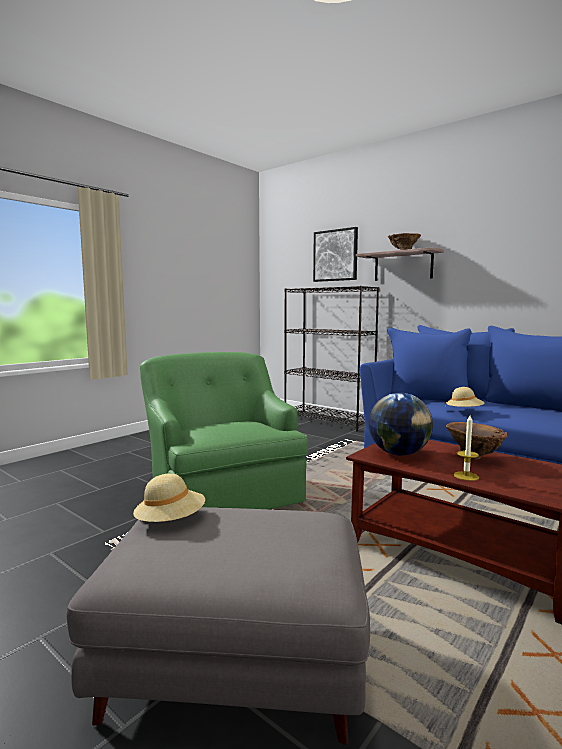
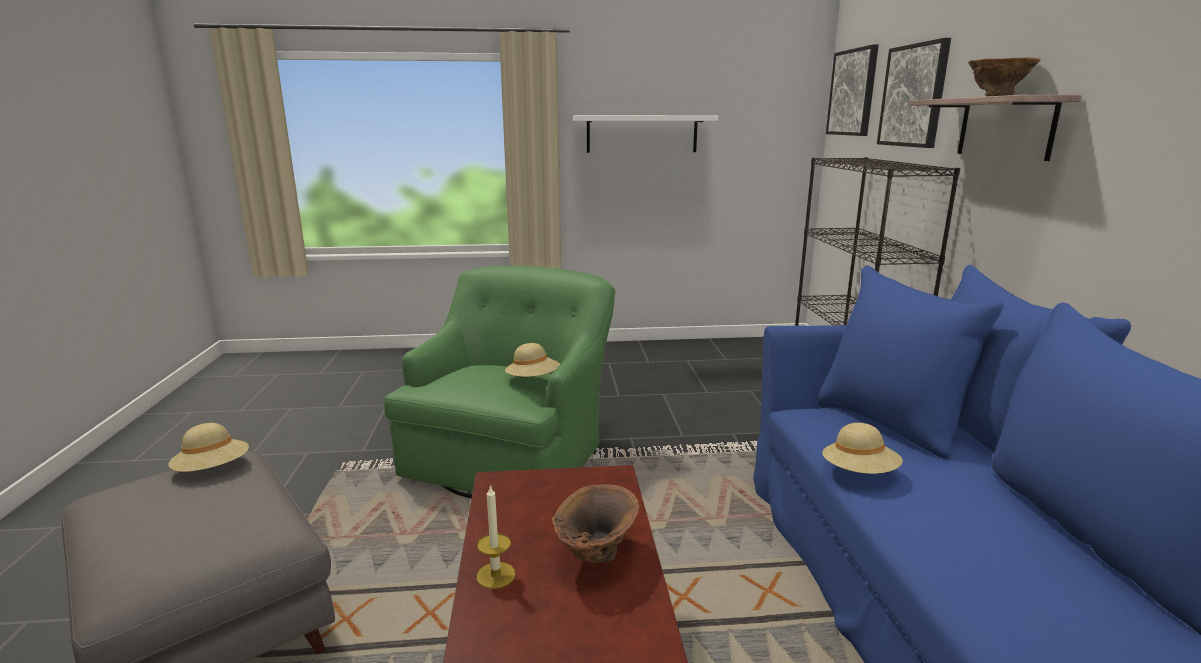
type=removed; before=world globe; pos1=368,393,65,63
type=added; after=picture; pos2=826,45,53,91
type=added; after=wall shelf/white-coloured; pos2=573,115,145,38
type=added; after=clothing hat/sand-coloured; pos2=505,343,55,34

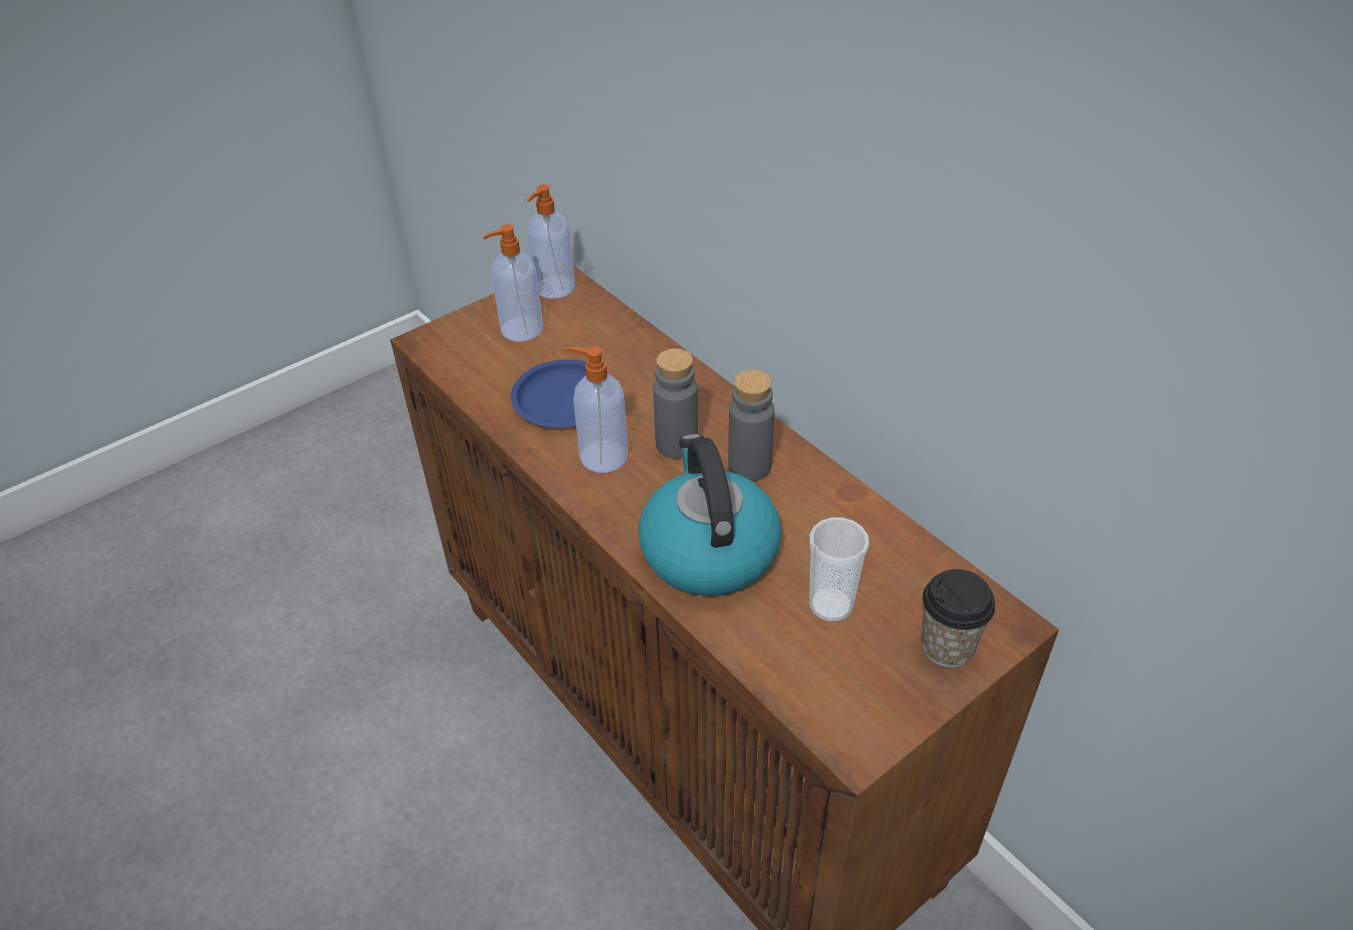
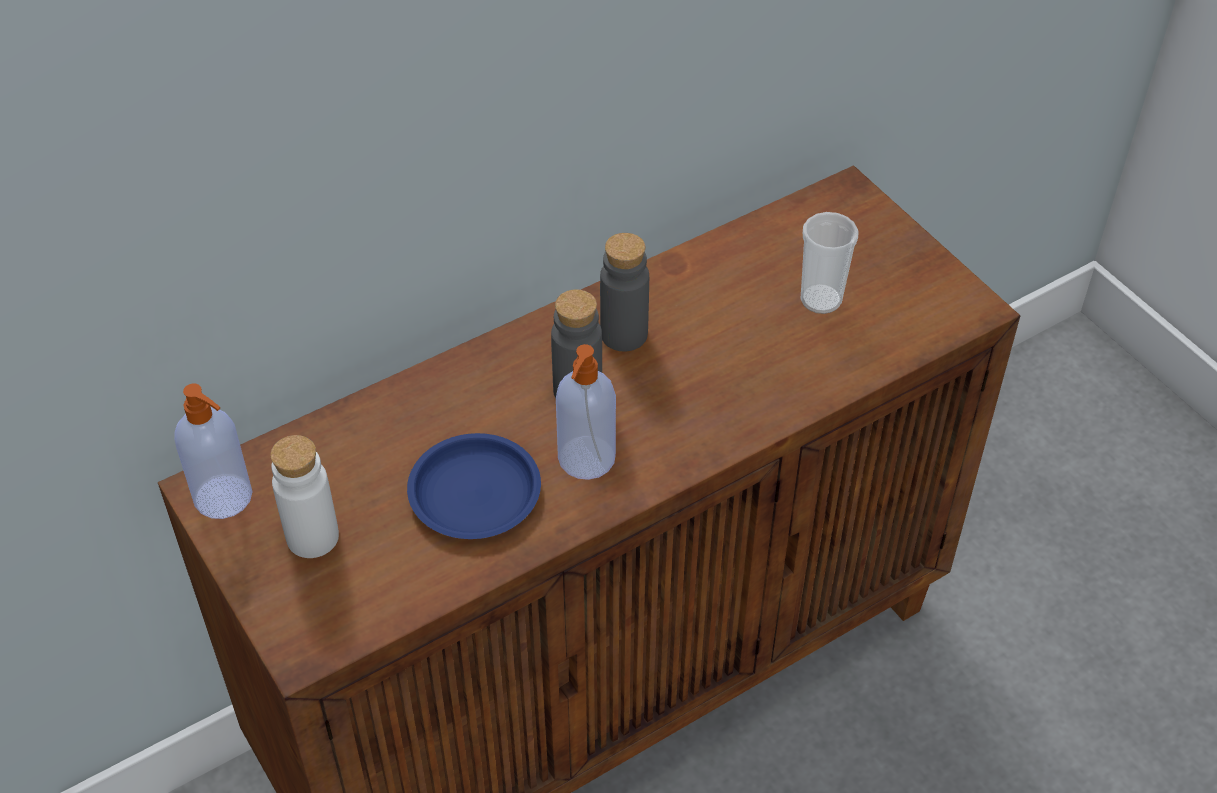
type=replaced; before=soap bottle; after=beverage bottle/white-coloured; pos1=483,224,60,118; pos2=270,435,69,123
type=removed; before=tea kettle; pos1=638,434,144,162
type=removed; before=small cup; pos1=921,569,74,99

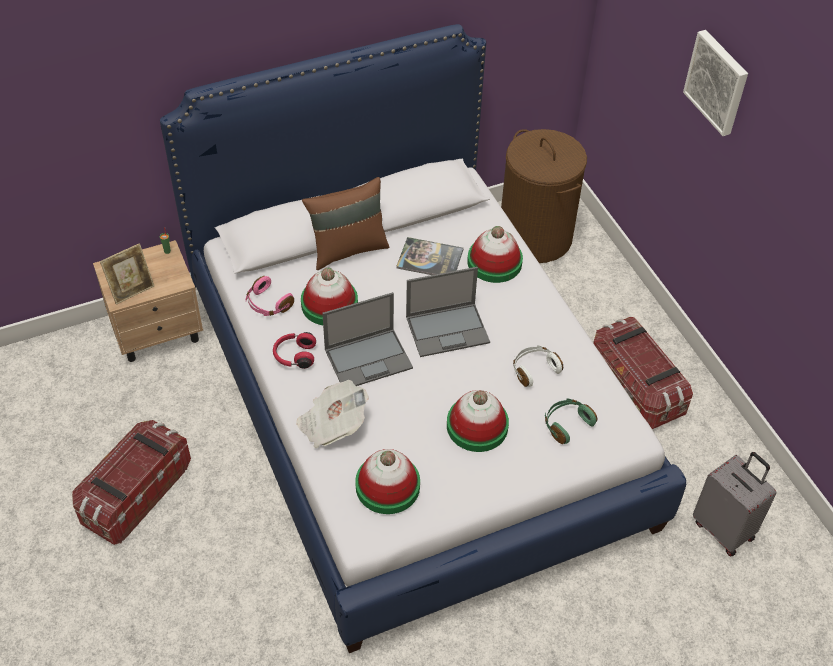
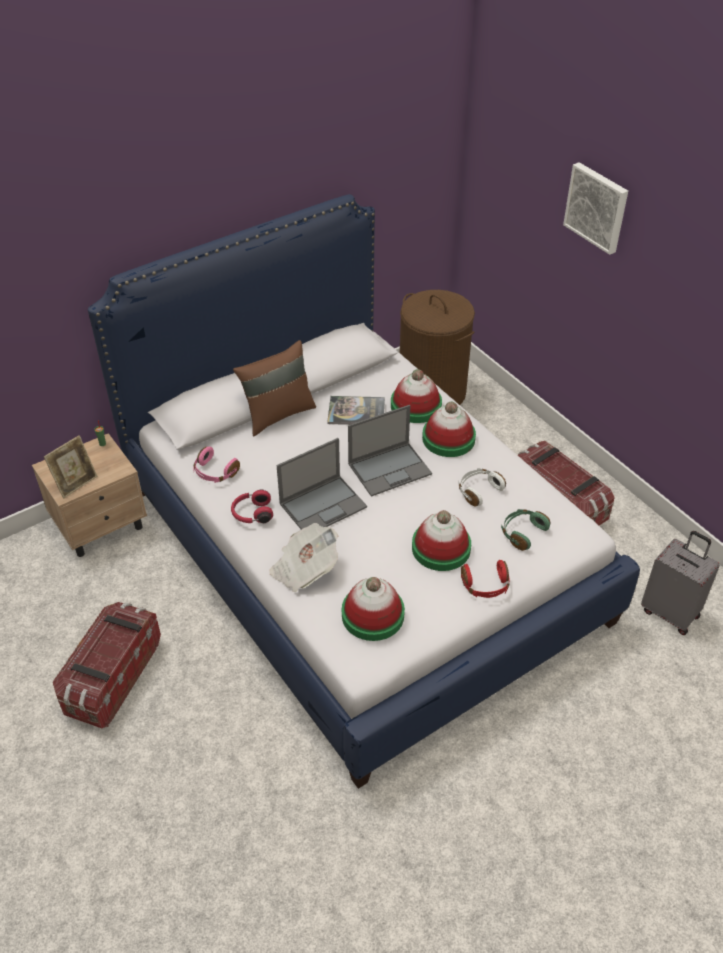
type=moved; before=clothing hat; pos1=301,268,57,57; pos2=422,402,54,55
type=added; after=headset/red-coloured; pos2=461,560,49,38

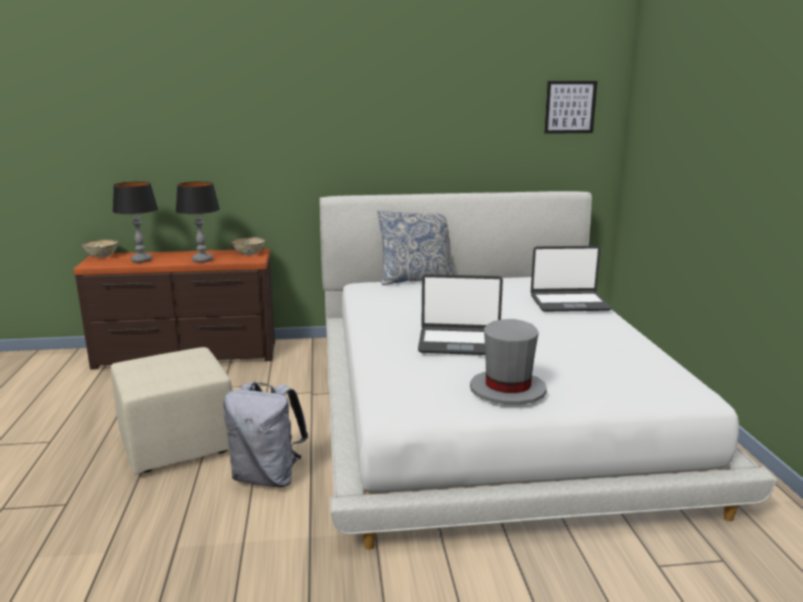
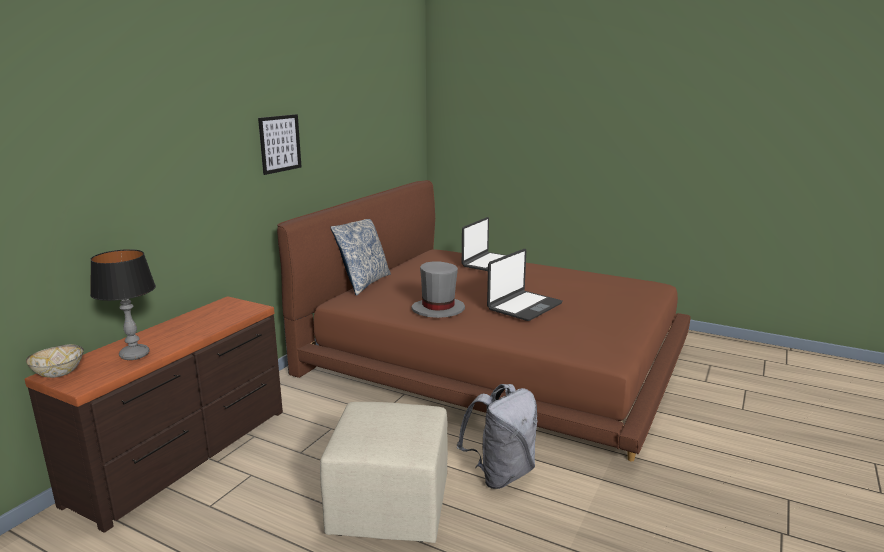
type=moved; before=picture; pos1=544,81,53,53; pos2=258,114,44,61
type=removed; before=lamp for a table; pos1=175,181,45,82
type=recoloured; before=bedroom bed/white-coloured; after=bedroom bed/brown; pos1=320,191,457,359; pos2=277,180,414,282
type=removed; before=deep dish; pos1=231,237,34,18
type=moved; before=clothing hat/gray; pos1=470,319,77,86; pos2=411,261,54,57

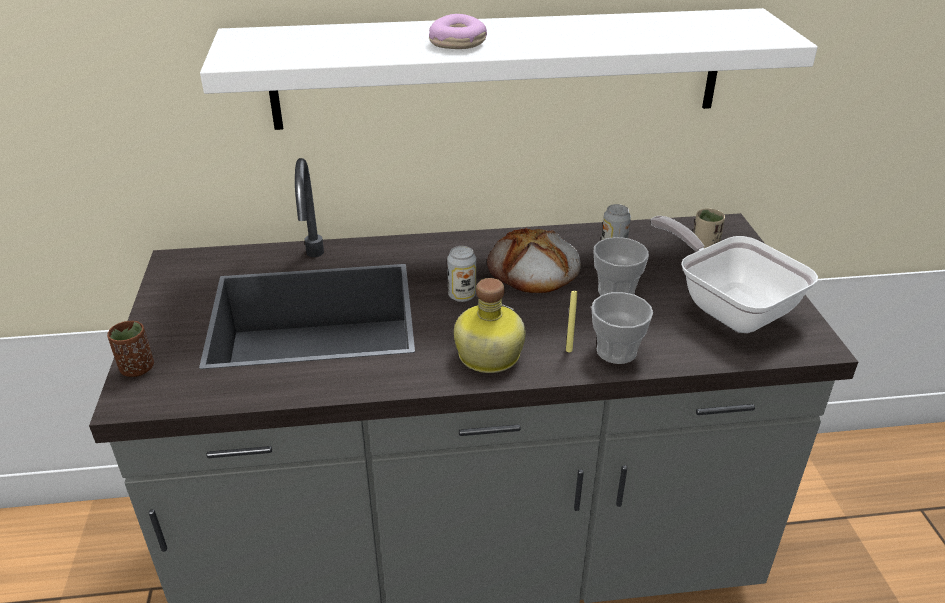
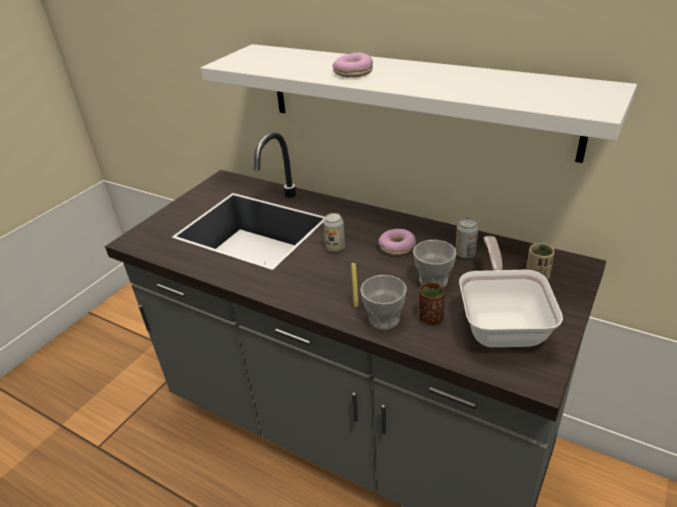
type=replaced; before=bakery bread; after=ring doughnut; pos1=487,228,94,65; pos2=379,229,37,26
type=removed; before=beverage bottle; pos1=454,278,72,95
type=moved; before=small cup/brown; pos1=107,321,47,56; pos2=419,282,26,42

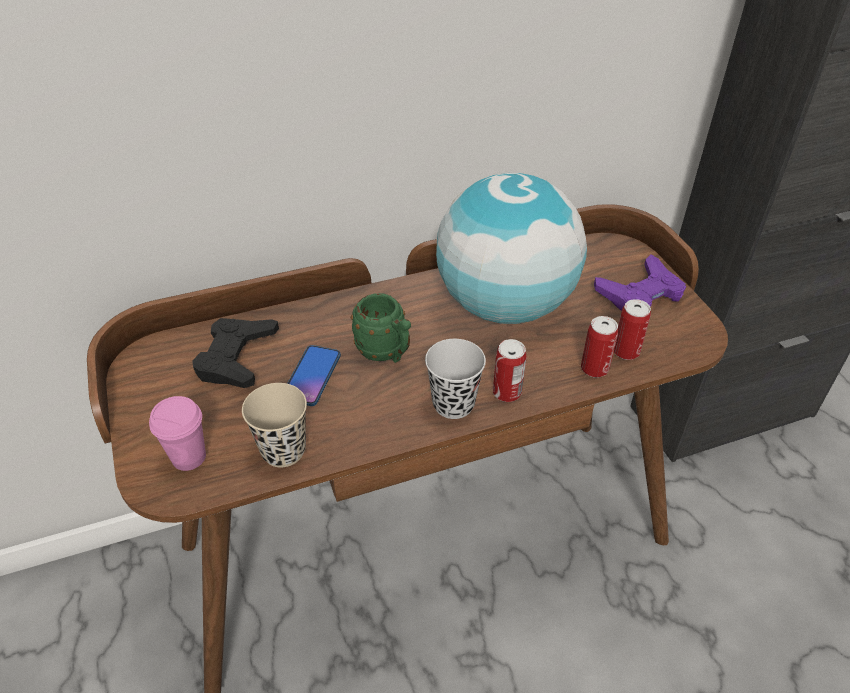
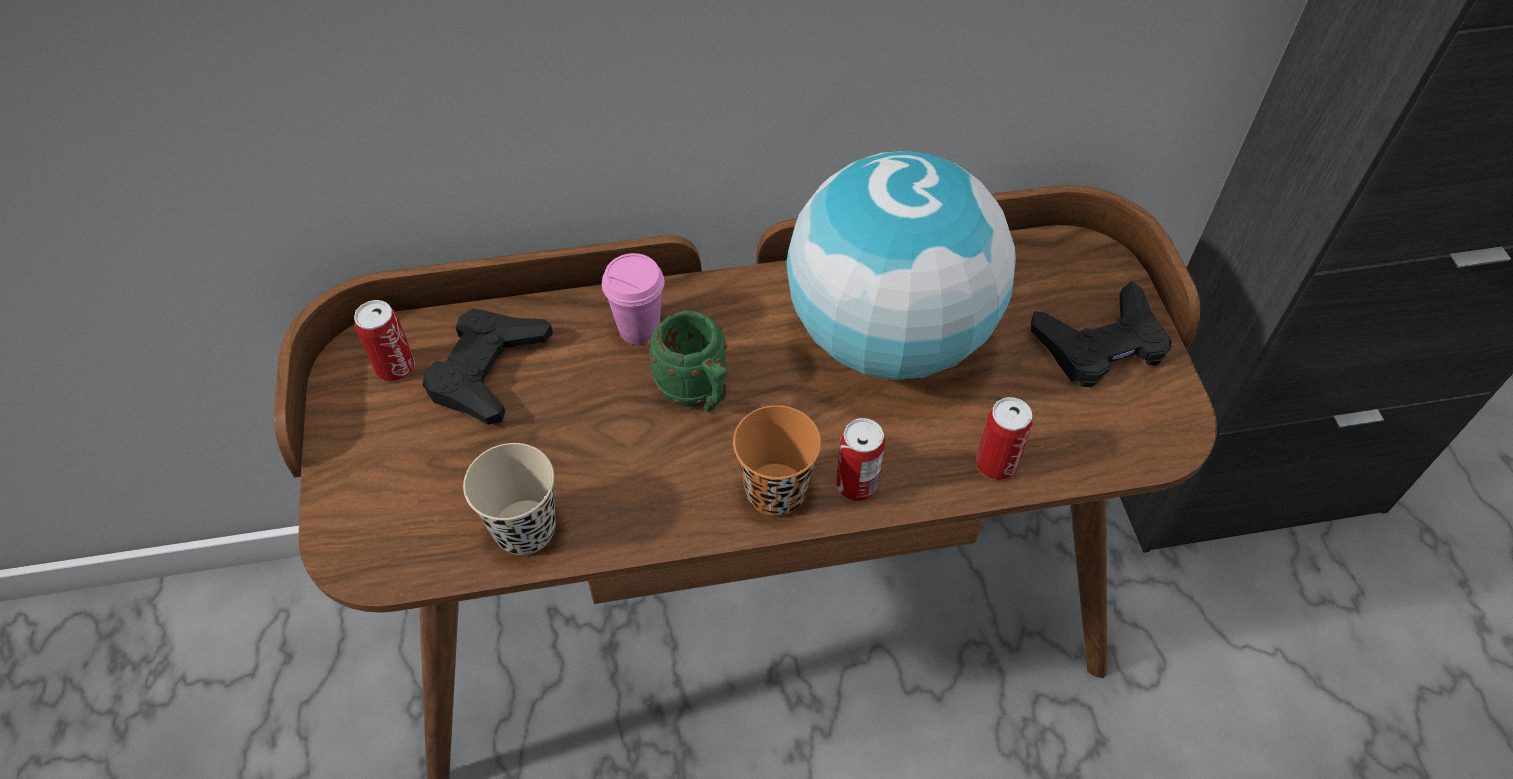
type=recoloured; before=joypad/purple-coloured; after=joypad/blackish; pos1=594,254,92,57; pos2=1031,281,141,106
type=moved; before=sealed can; pos1=614,299,37,61; pos2=354,300,61,82
type=recoloured; before=small cup/blackish; after=small cup/orangey; pos1=425,339,61,80; pos2=733,405,88,111
type=removed; before=telephone; pos1=287,345,54,61
type=moved; before=small cup/pink; pos1=149,396,57,75; pos2=602,253,62,92

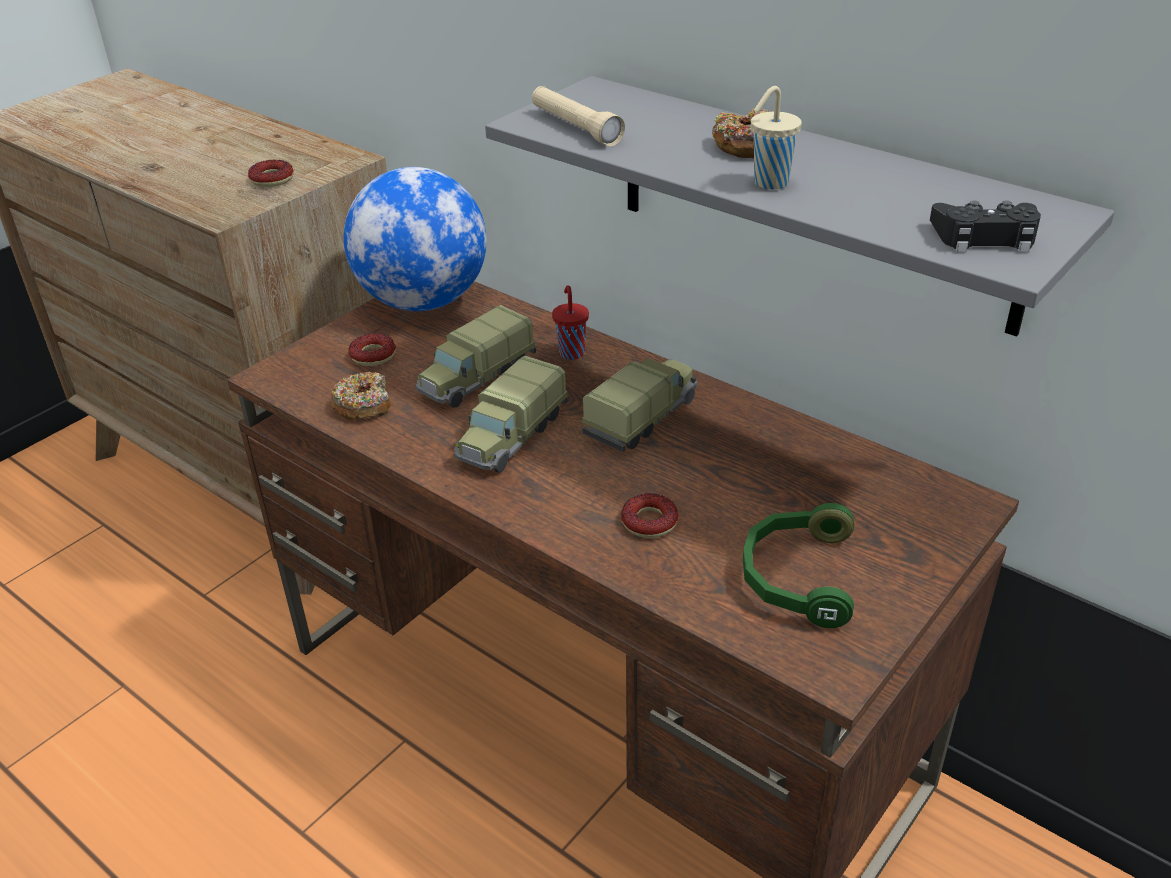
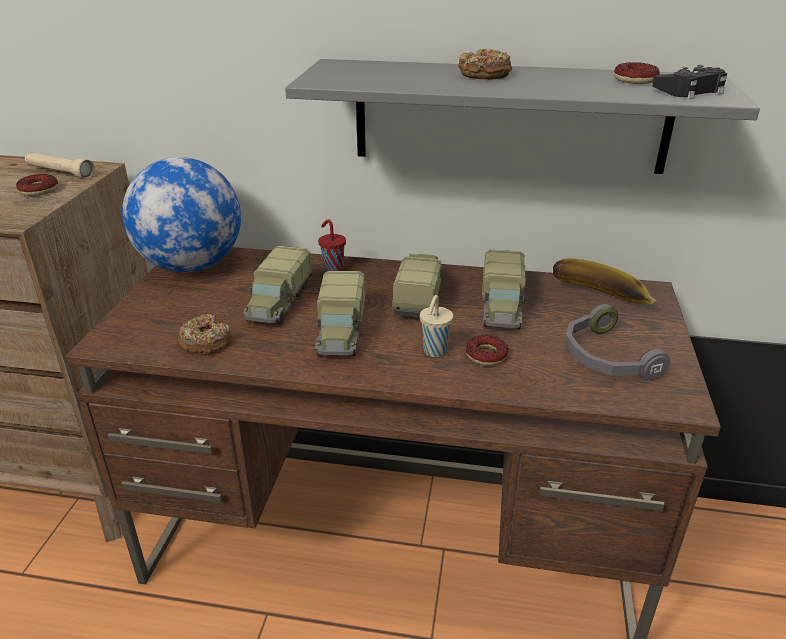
type=moved; before=hand torch/sand-coloured; pos1=532,86,93,60; pos2=25,152,70,27
type=moved; before=small cup/sand-coloured; pos1=751,86,51,104; pos2=420,295,33,62
type=moved; before=ring doughnut; pos1=349,333,47,33; pos2=614,62,46,22
type=recoloured; before=headset/greenish; after=headset/gray; pos1=743,503,111,125; pos2=564,304,106,77
type=added; after=toy lorry; pos2=482,250,44,80
type=added; after=whole banana; pos2=553,258,104,46

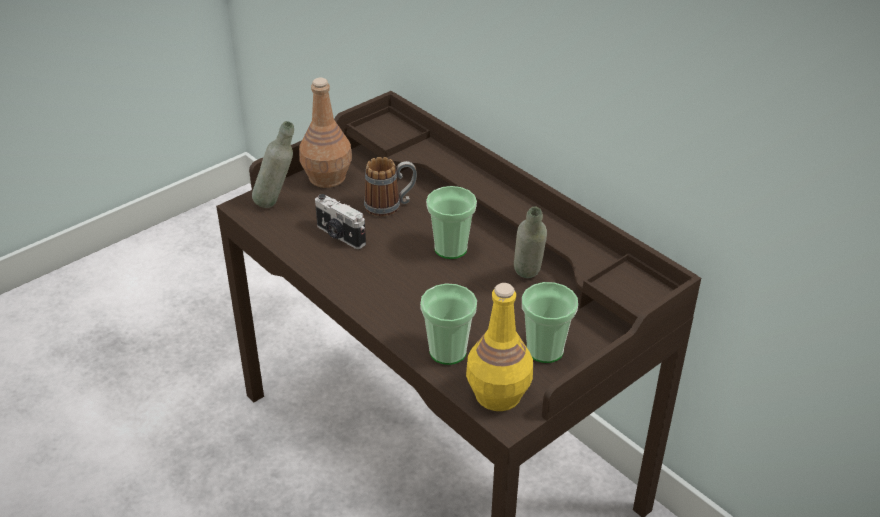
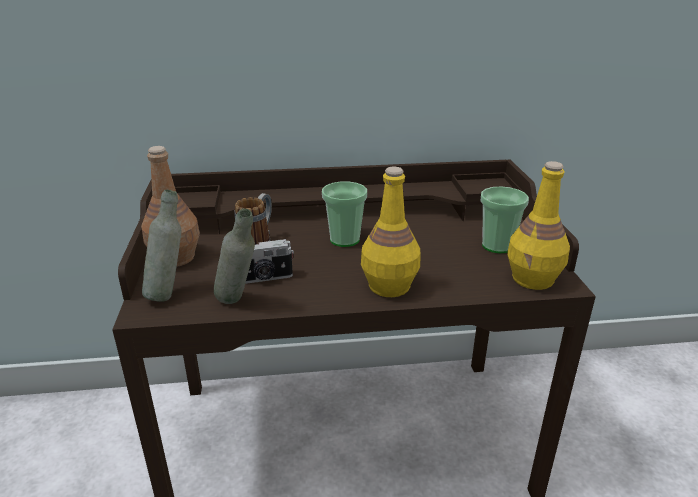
type=moved; before=beverage bottle/gray; pos1=514,207,33,71; pos2=214,209,41,95
type=removed; before=small cup; pos1=420,284,57,81
type=added; after=beverage bottle/yellowish; pos2=361,167,59,130

